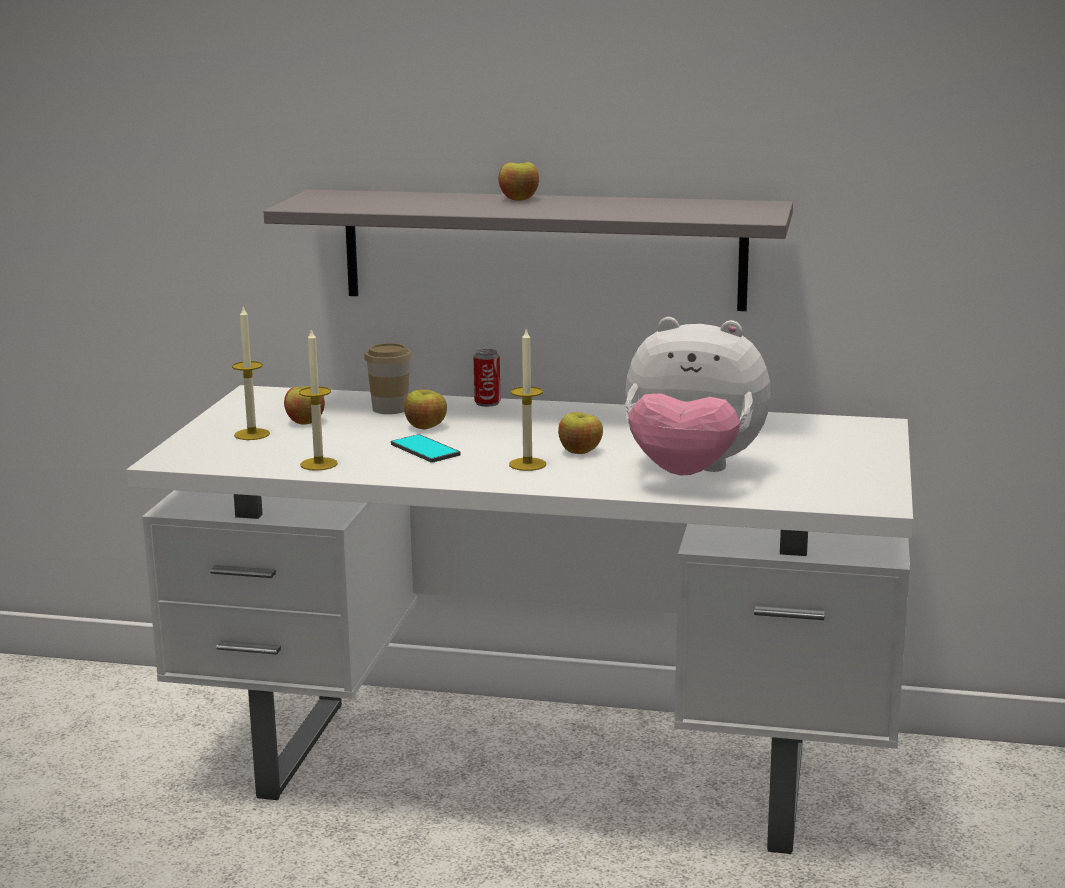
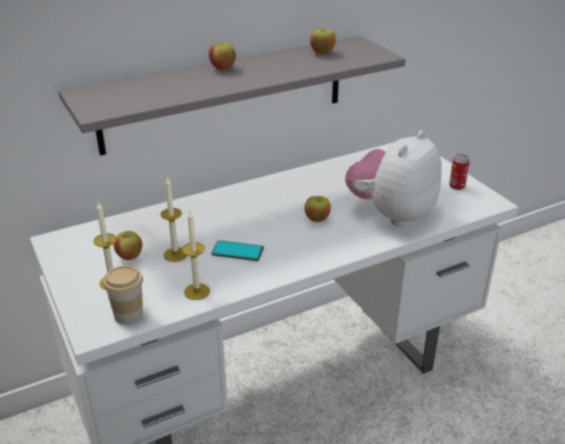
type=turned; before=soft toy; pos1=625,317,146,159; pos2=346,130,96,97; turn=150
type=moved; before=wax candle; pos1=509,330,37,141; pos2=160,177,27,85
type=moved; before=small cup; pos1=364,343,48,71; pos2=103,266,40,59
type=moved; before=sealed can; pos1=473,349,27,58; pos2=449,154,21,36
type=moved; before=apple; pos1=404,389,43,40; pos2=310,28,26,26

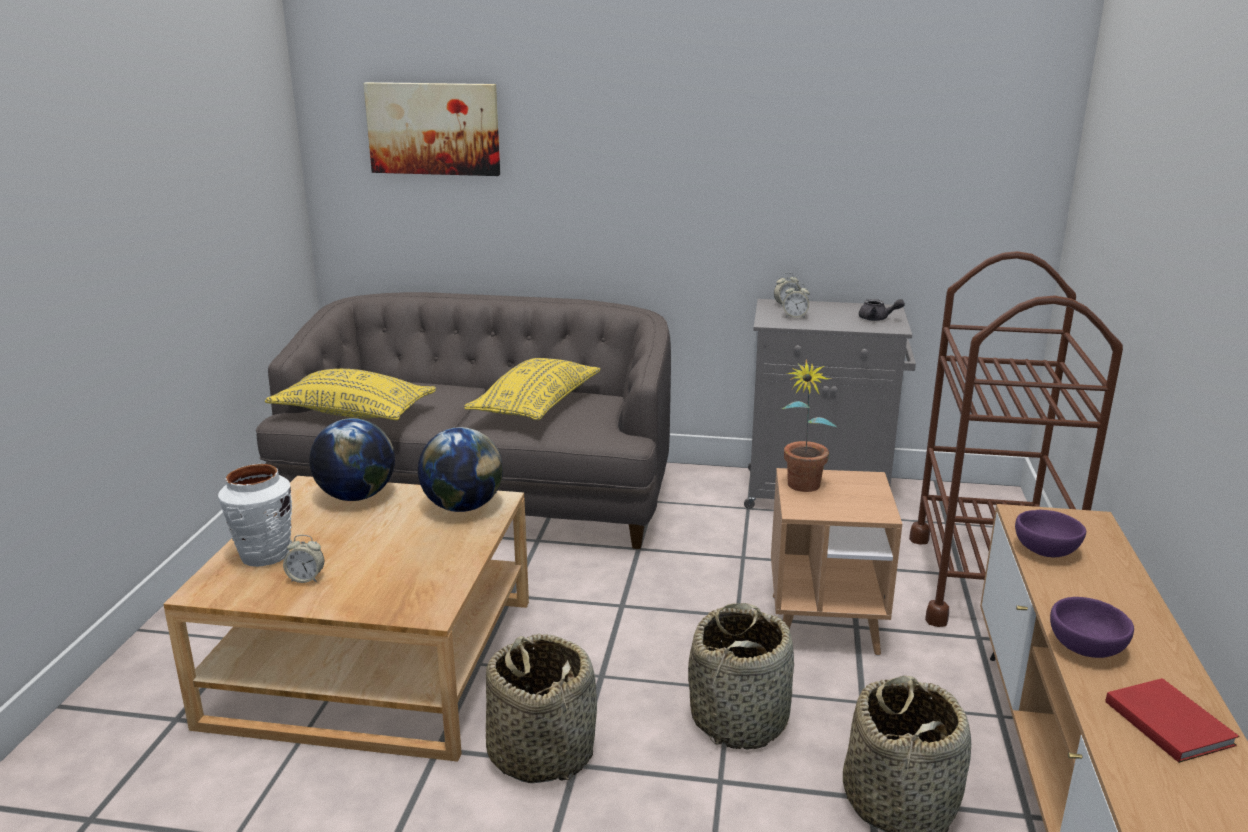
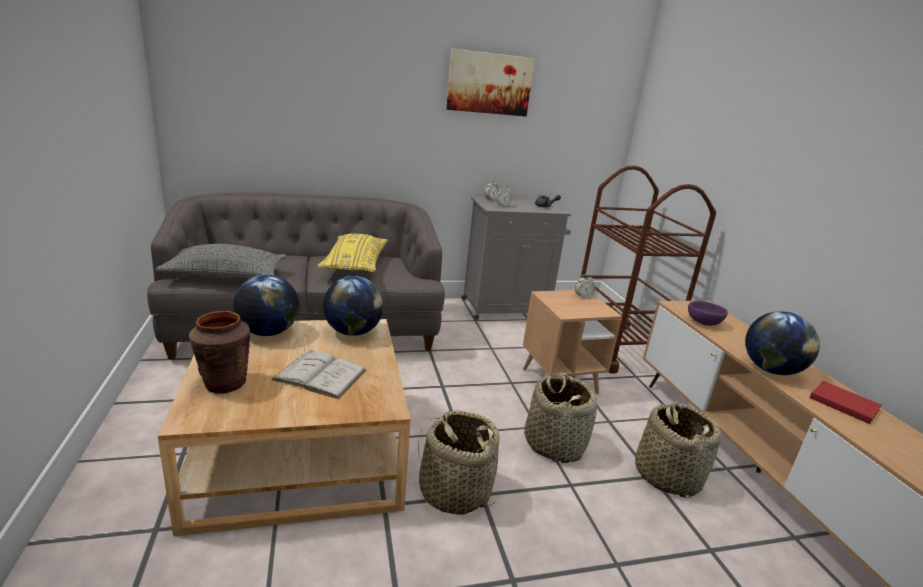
type=moved; before=picture; pos1=363,82,137,94; pos2=446,49,89,68
type=removed; before=plant in a pot; pos1=780,359,57,133
type=recoloured; before=cushion/yellowish; after=cushion/gray; pos1=265,369,171,51; pos2=156,244,131,35
type=recoloured; before=decorative vase/white-coloured; after=decorative vase/brown; pos1=218,464,74,103; pos2=189,311,61,83
type=moved; before=alarm clock; pos1=283,535,41,48; pos2=575,274,21,25
type=replaced; before=deep dish/purple-coloured; after=world globe; pos1=1050,597,84,61; pos2=745,311,75,64
type=added; after=book/white-coloured; pos2=271,350,96,49

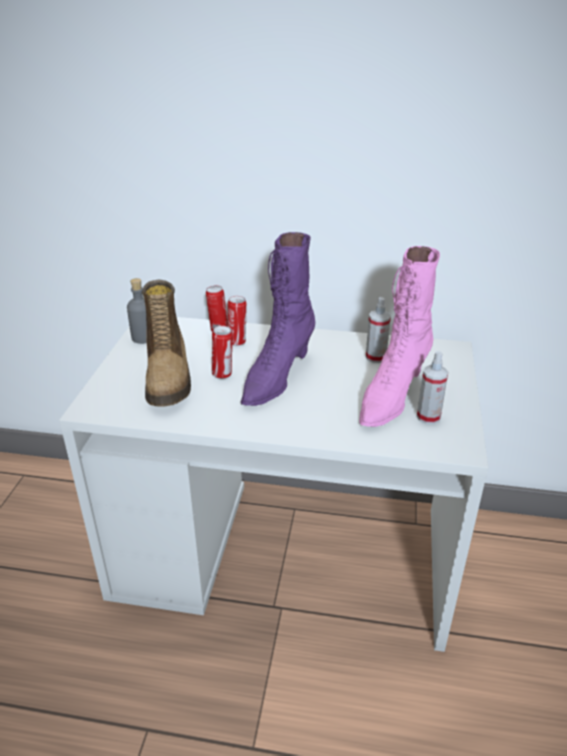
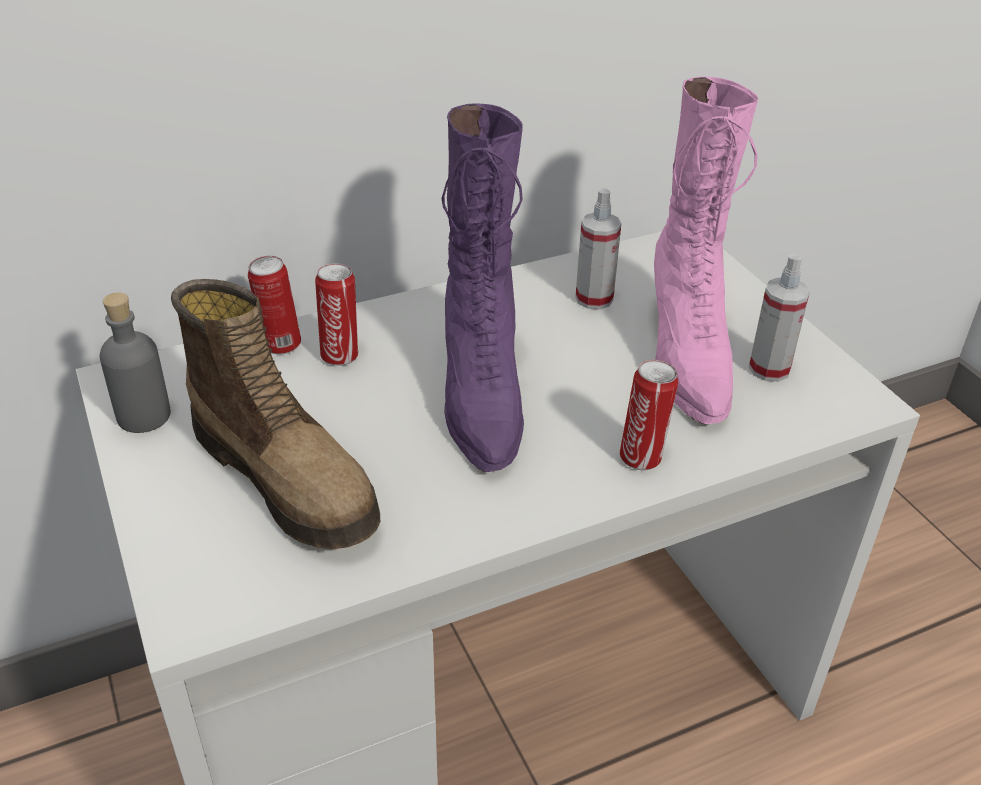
type=moved; before=sealed can; pos1=212,326,21,53; pos2=620,360,58,110

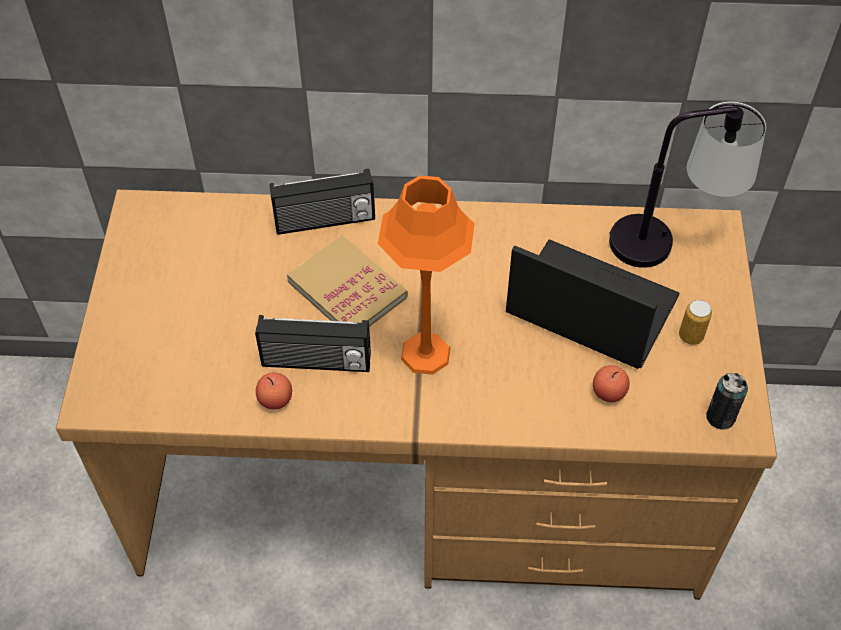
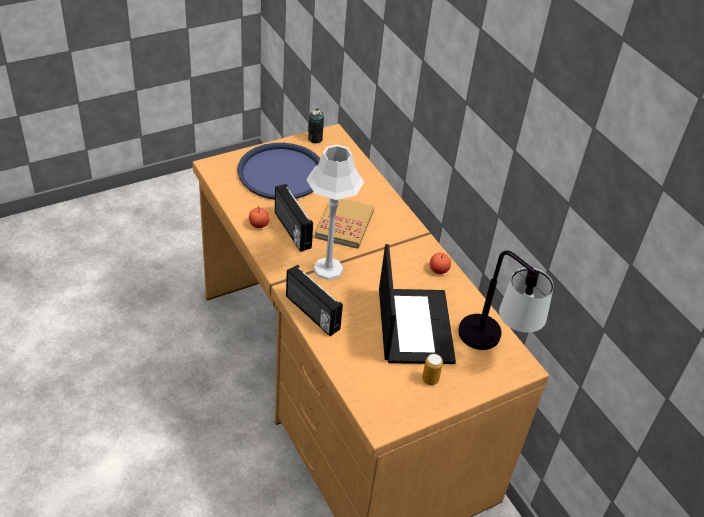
type=moved; before=radio; pos1=270,169,105,66; pos2=286,265,57,71
type=recoloured; before=lamp for a table/orangey; after=lamp for a table/gray; pos1=378,175,97,200; pos2=306,144,58,136
type=moved; before=apple; pos1=593,365,37,37; pos2=430,253,21,21
type=moved; before=sealed can; pos1=706,373,42,57; pos2=308,109,16,34
type=added; after=serving tray/blue-coloured; pos2=237,143,83,57

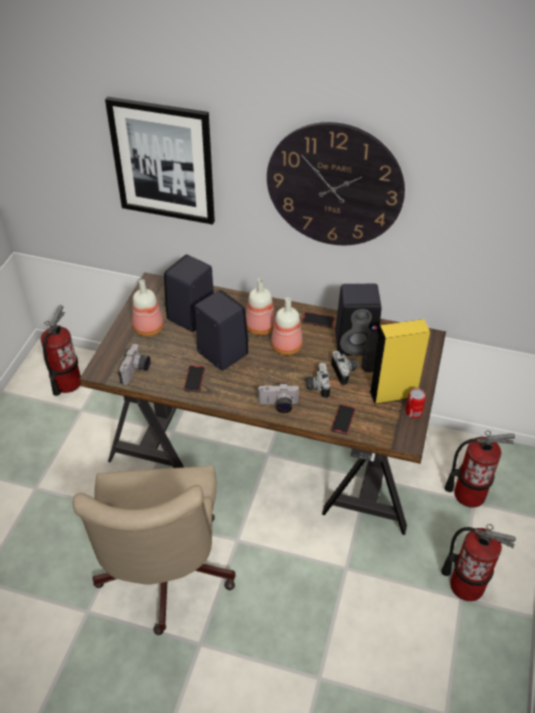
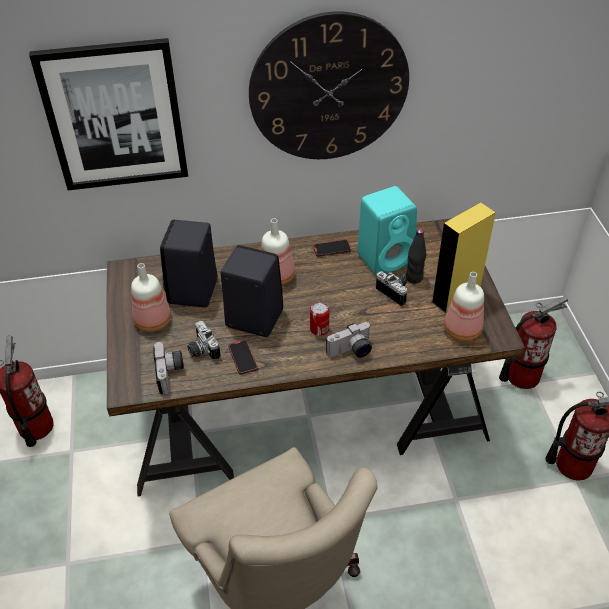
type=recoloured; before=loudspeaker/blackish; after=loudspeaker/turquoise; pos1=335,284,46,71; pos2=357,186,60,90
type=moved; before=beverage bottle; pos1=271,298,32,57; pos2=444,272,40,69
type=moved; before=still camera; pos1=306,363,24,35; pos2=187,321,34,39
type=moved; before=sealed can; pos1=406,388,20,30; pos2=310,301,19,35
type=removed; before=telephone; pos1=331,404,24,31

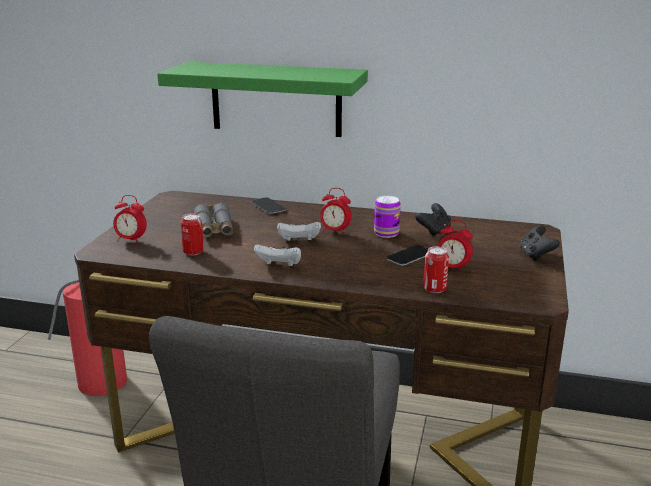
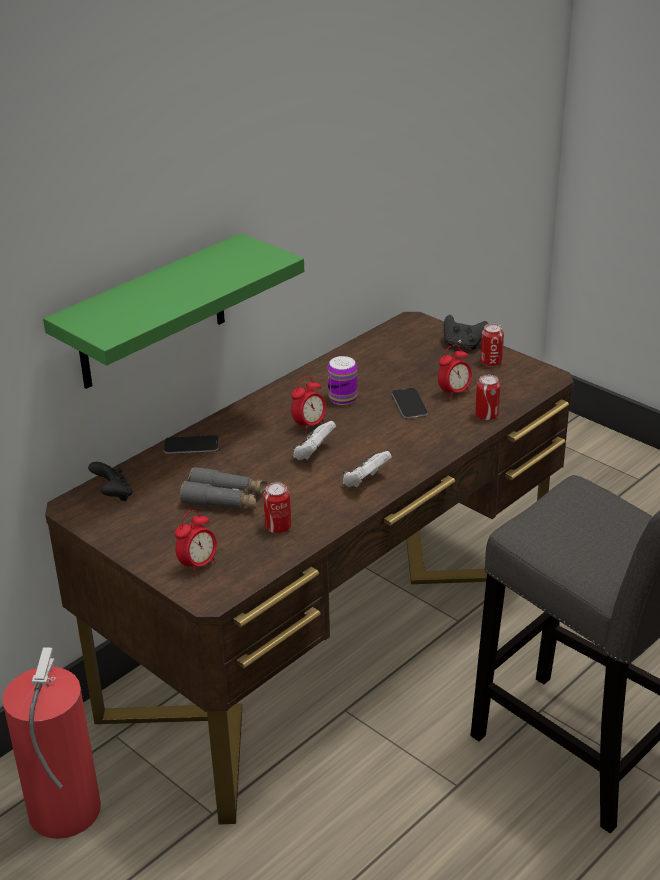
type=moved; before=joypad/blackish; pos1=415,203,36,33; pos2=88,462,44,39
type=added; after=sealed can; pos2=480,324,24,43

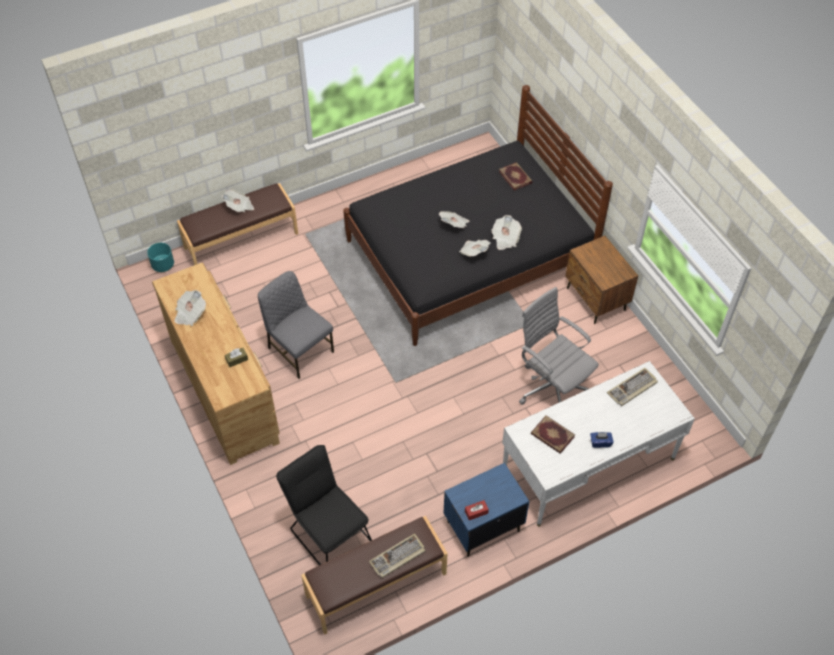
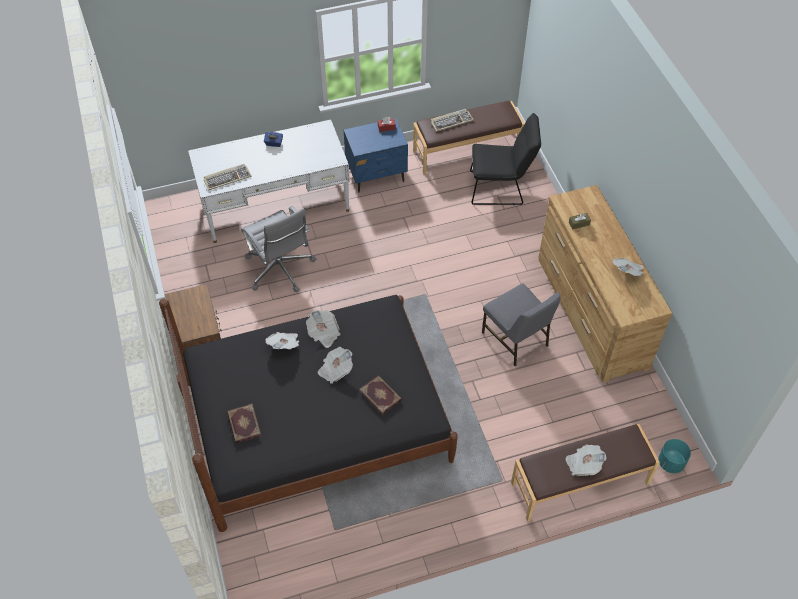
type=moved; before=book; pos1=531,416,44,38; pos2=359,375,43,40
type=turned; before=plain chair/blackish; pos1=276,445,96,120; pos2=470,113,71,92; turn=-60

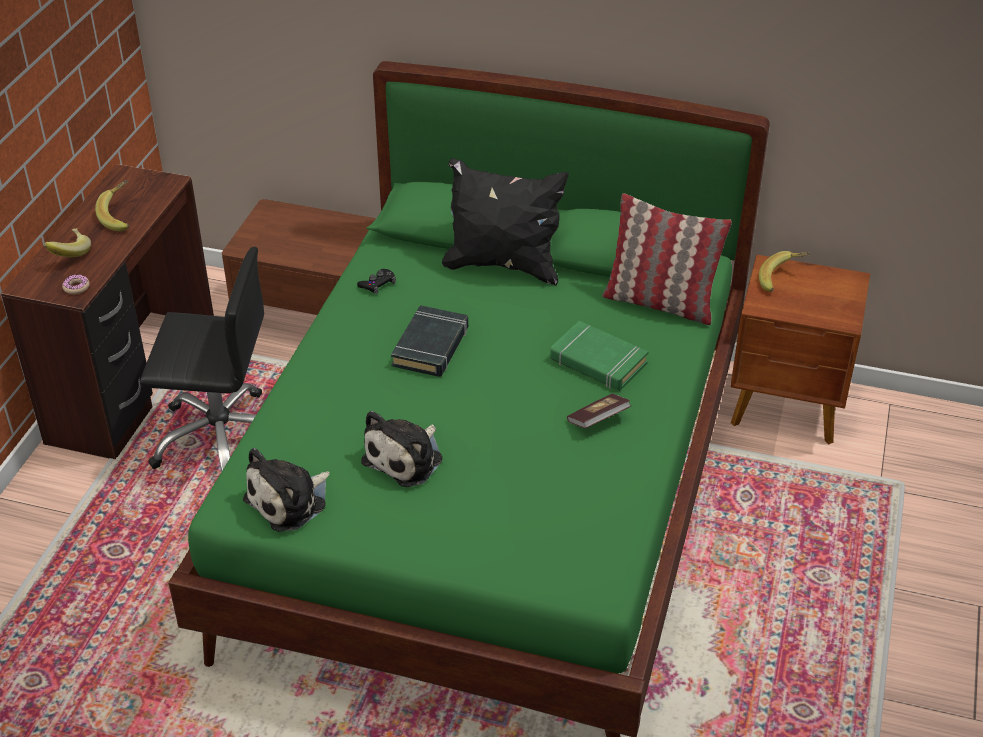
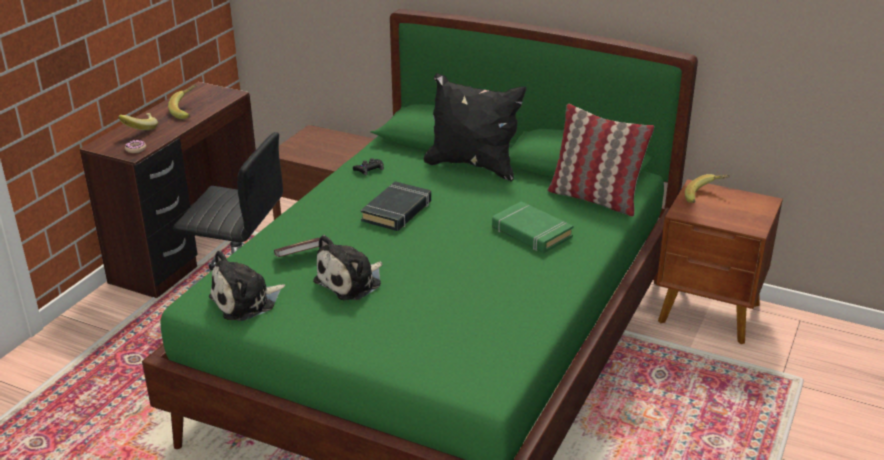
type=moved; before=book; pos1=567,394,64,34; pos2=274,238,46,19

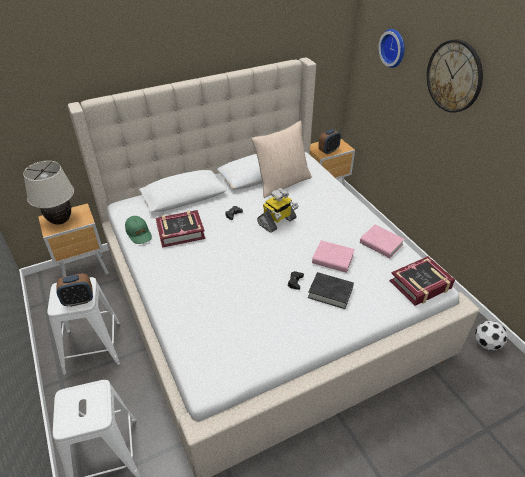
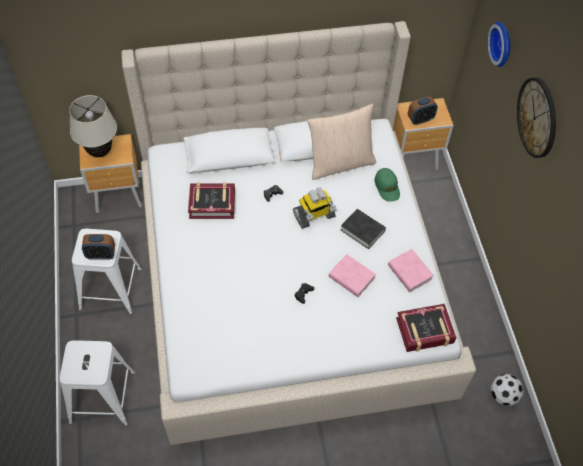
type=moved; before=peaked cap/greenish; pos1=125,216,27,28; pos2=375,168,25,34
type=moved; before=book/blackish; pos1=308,272,46,37; pos2=341,209,45,40

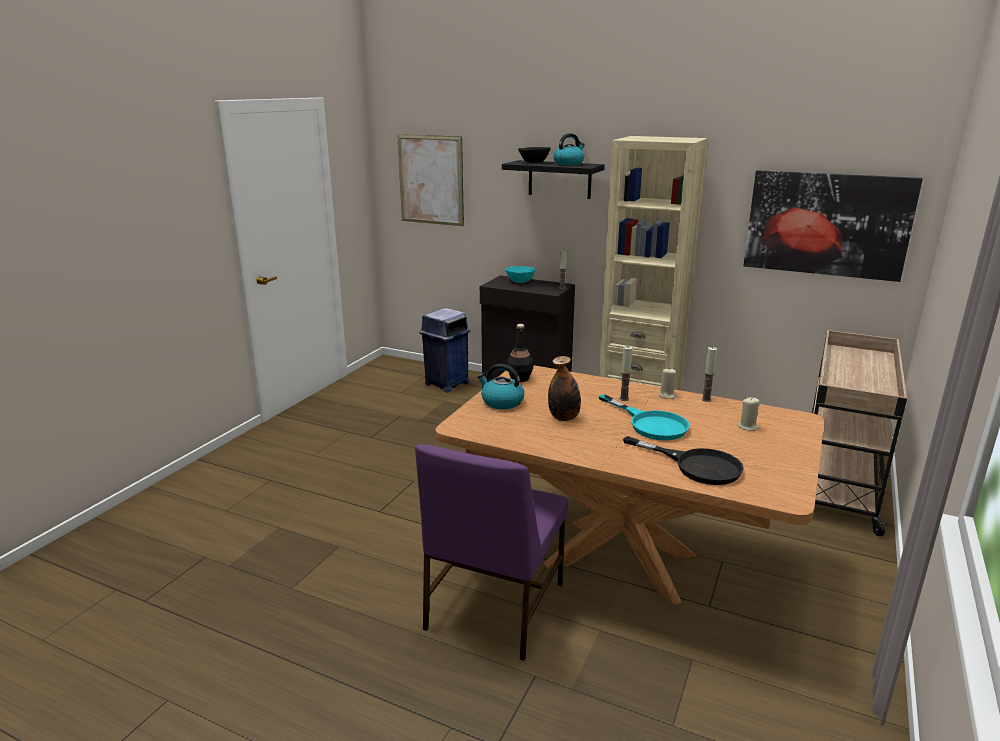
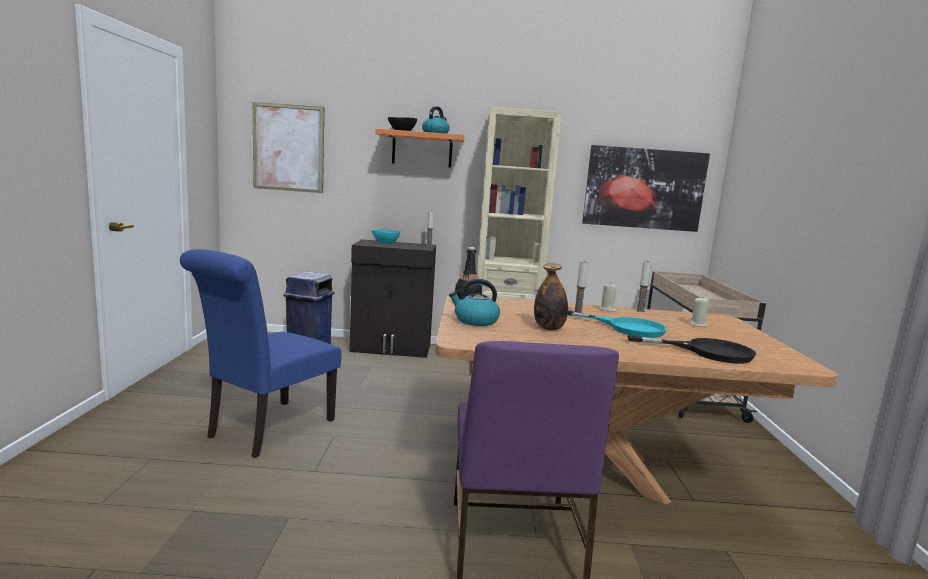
type=recoloured; before=wall shelf/blackish; after=wall shelf/orangey; pos1=502,160,103,39; pos2=375,129,89,39
type=added; after=plain chair/blue-coloured; pos2=180,249,161,209

